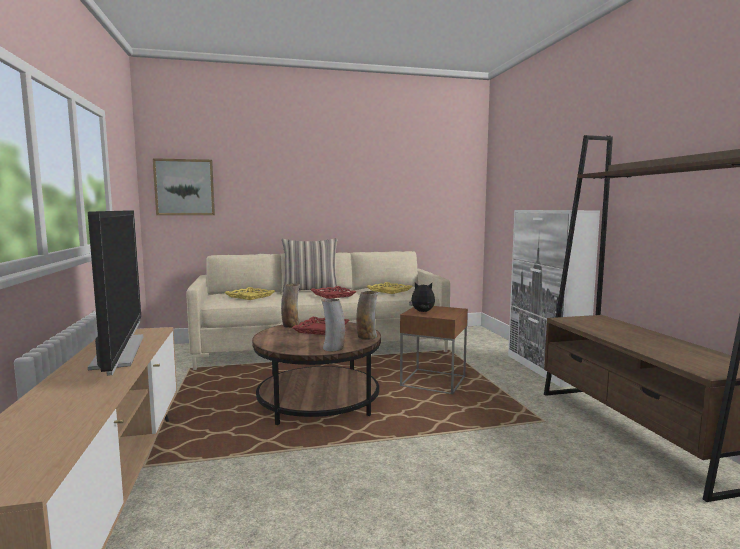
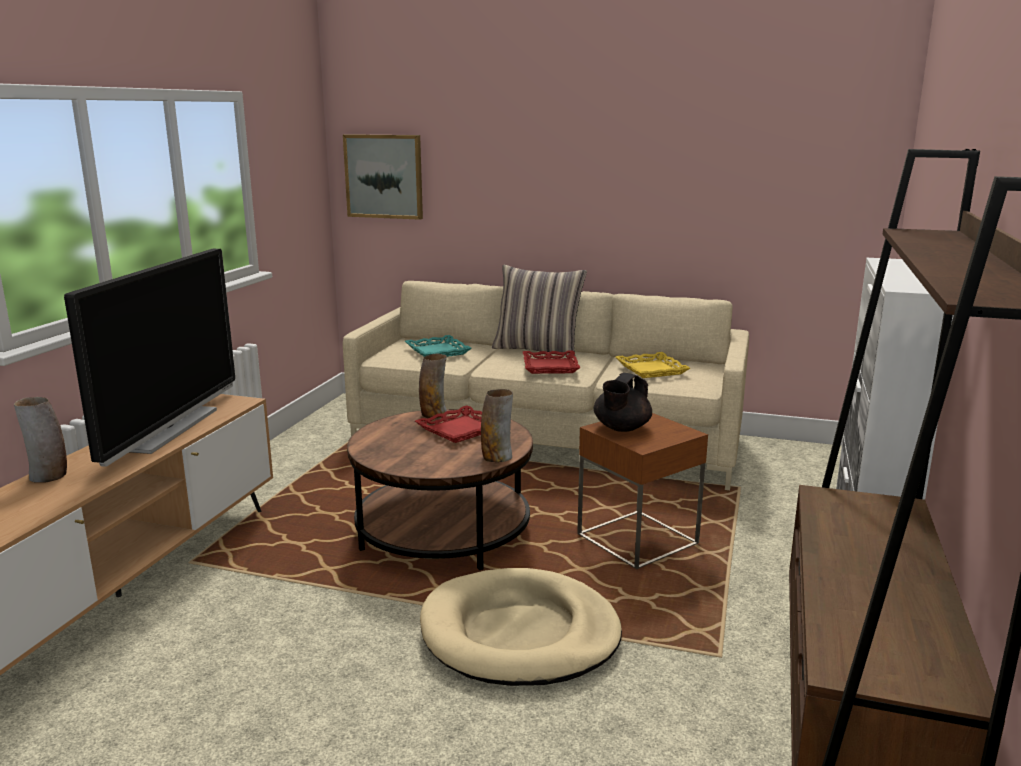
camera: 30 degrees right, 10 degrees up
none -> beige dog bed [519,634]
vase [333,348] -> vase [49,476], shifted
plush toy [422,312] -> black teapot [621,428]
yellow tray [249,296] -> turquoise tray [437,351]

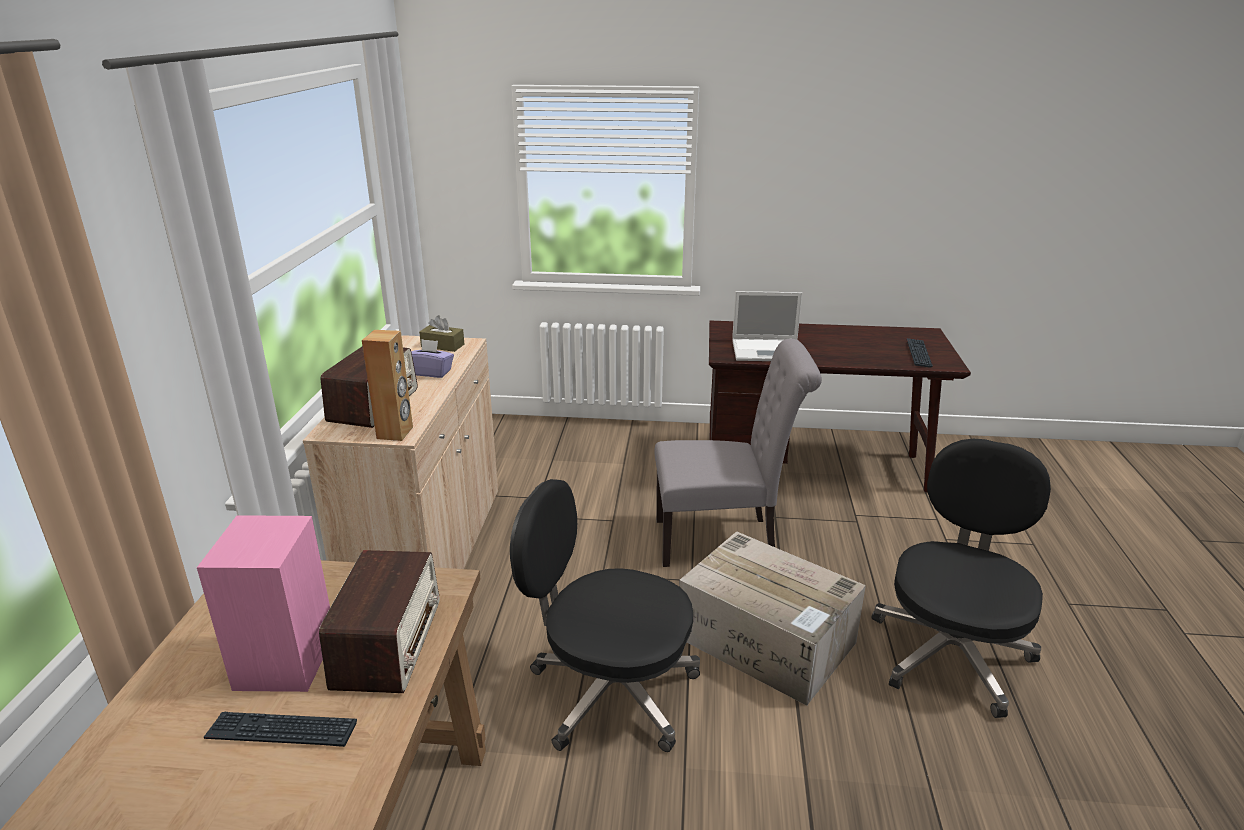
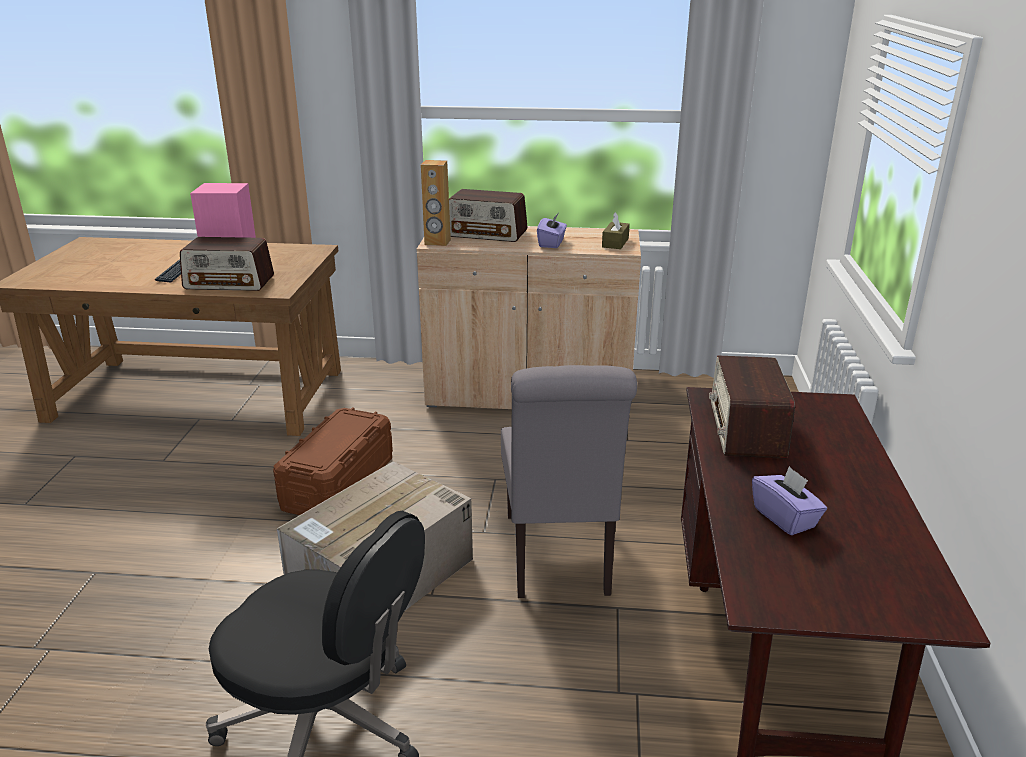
camera: 90 degrees right, 0 degrees up
keyboard [918,353] -> none
none -> purple tissue box [785,518]
black office chair [610,691] -> brown storage box [339,484]
laptop [768,351] -> radio [746,429]

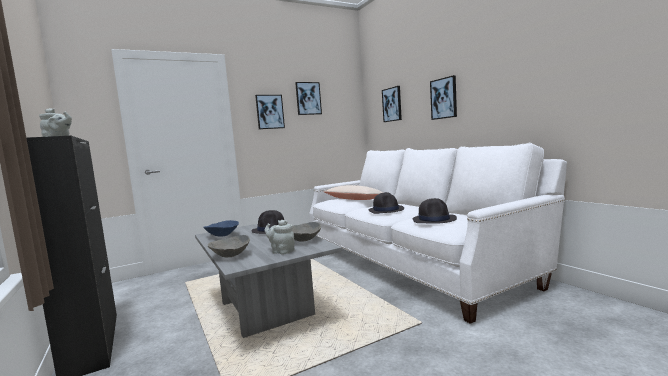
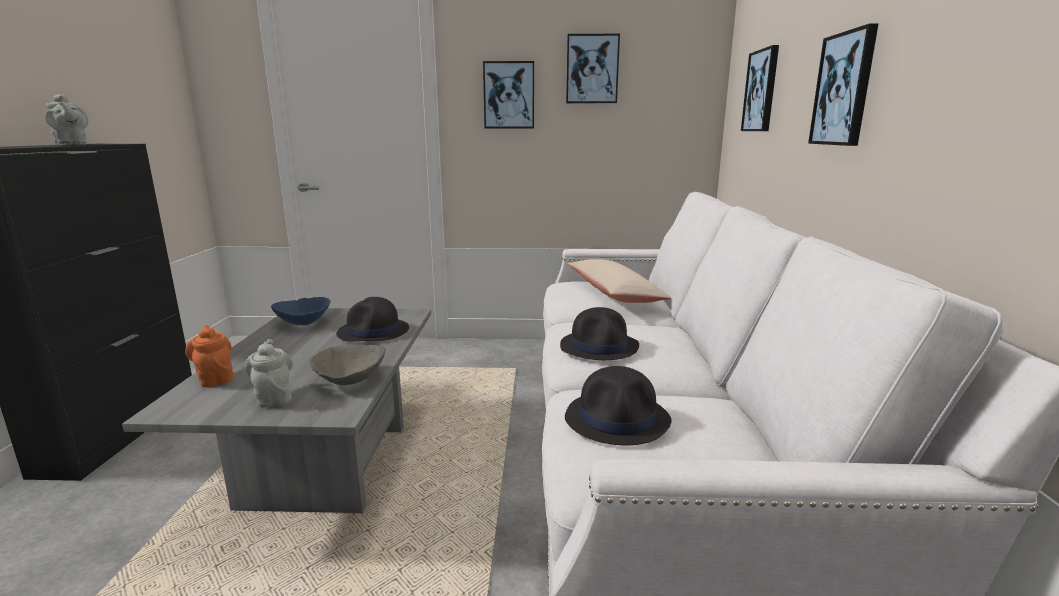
camera: 30 degrees right, 10 degrees up
grey bowl [231,255] -> orange teapot [215,378]

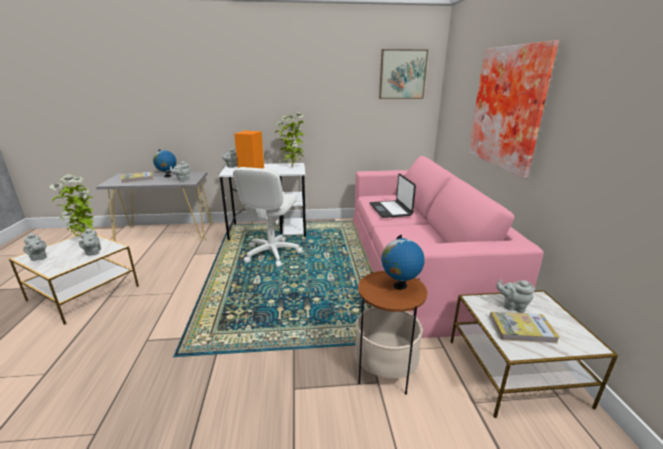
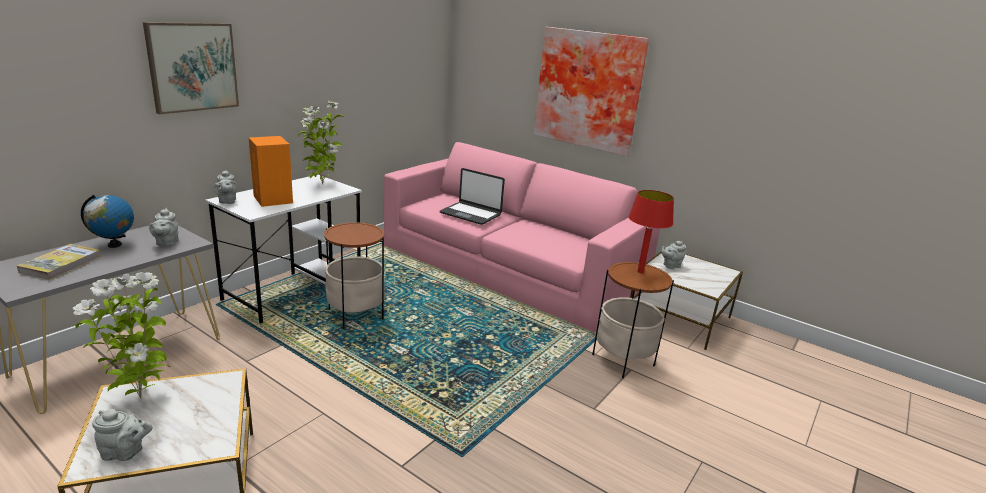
camera: 50 degrees left, 0 degrees up
grey teapot [93,252] -> none
book [521,329] -> none
picture [402,74] -> picture [193,67], shifted
white office chair [271,253] -> side table [355,315]
globe [399,286] -> red table lamp [640,272]

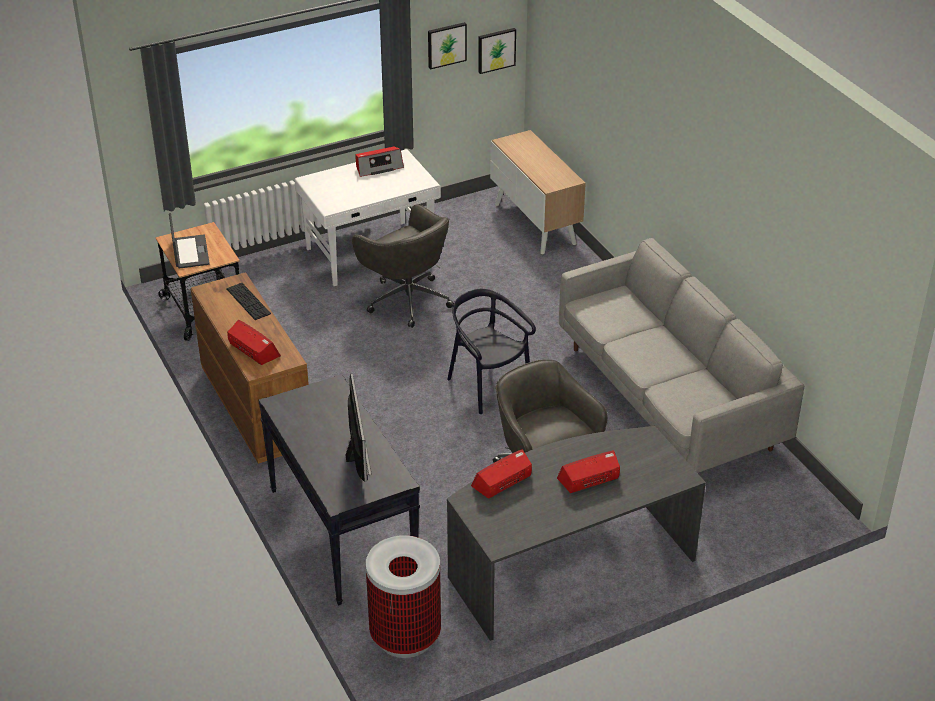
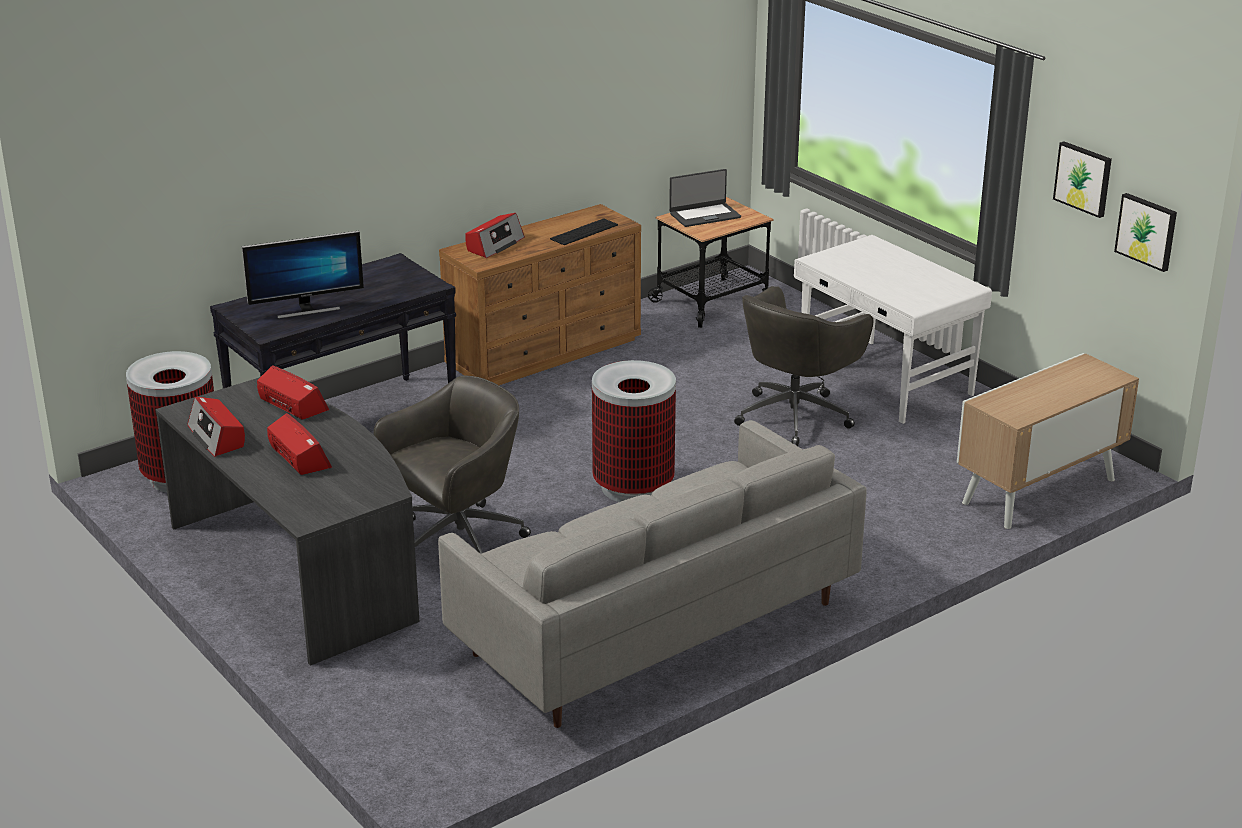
camera: 80 degrees right, 10 degrees down
radio [378,167] -> radio [217,437], shifted
black chair [487,386] -> trash can [634,487]

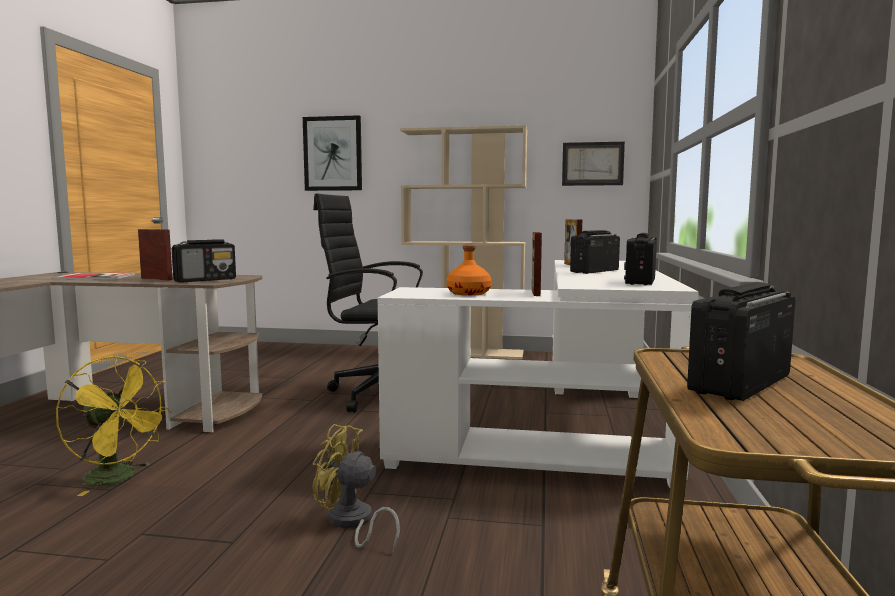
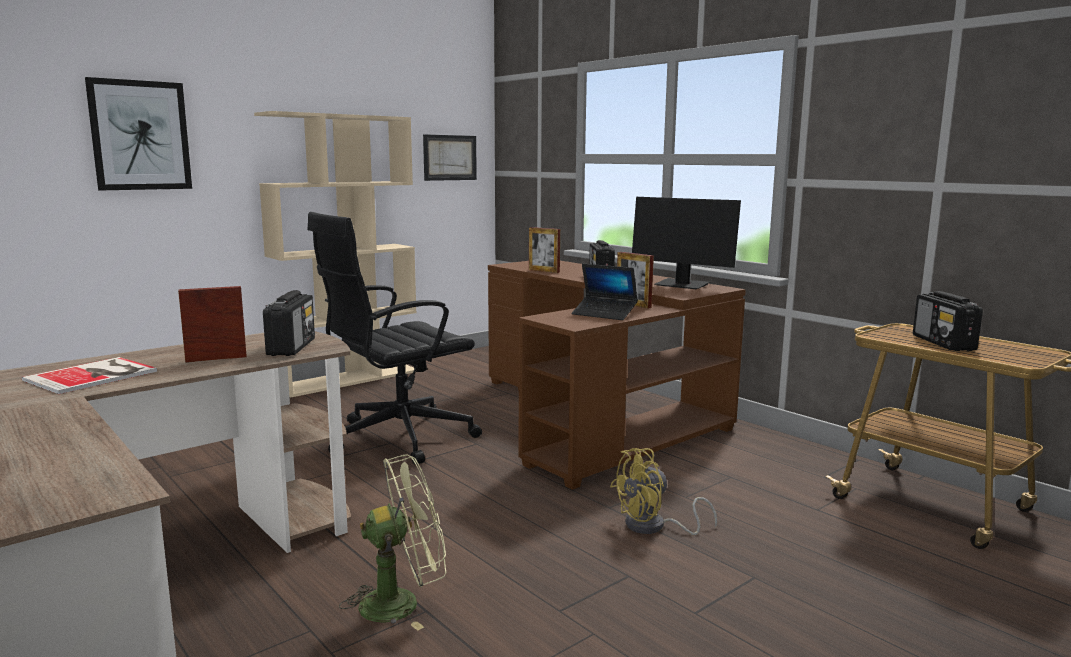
camera: 50 degrees left, 5 degrees up
orange bottle [469,293] -> laptop [604,314]
radio [640,282] -> monitor [682,285]
yellow fan [118,478] -> green fan [401,602]
white desk [571,429] -> brown desk [601,417]

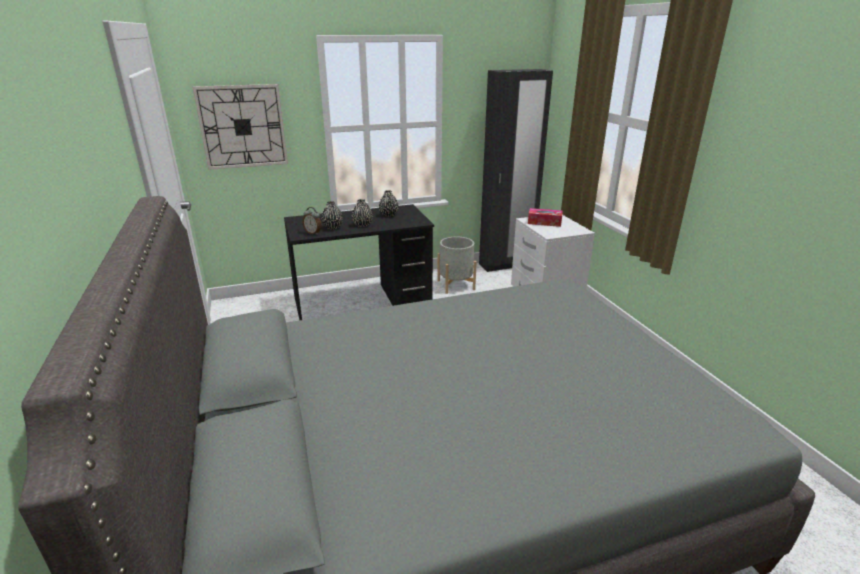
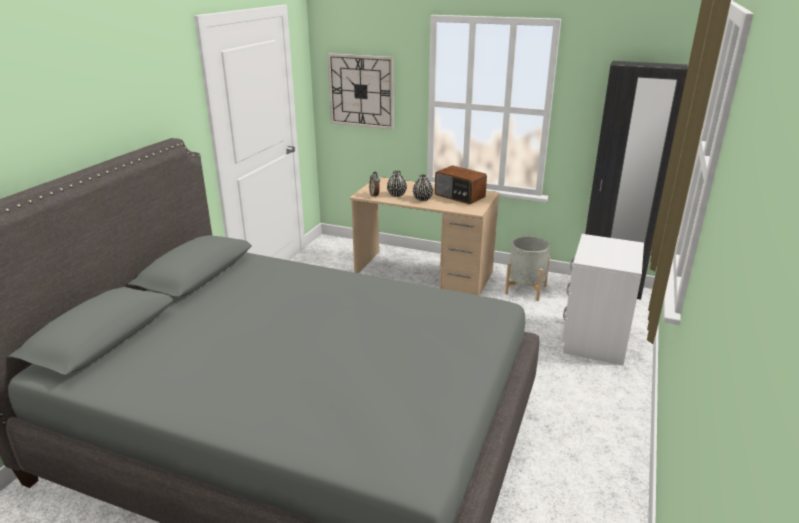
camera: 40 degrees right, 0 degrees up
tissue box [544,222] -> none
black vase [389,214] -> radio [459,196]
black desk [362,301] -> beige desk [424,274]

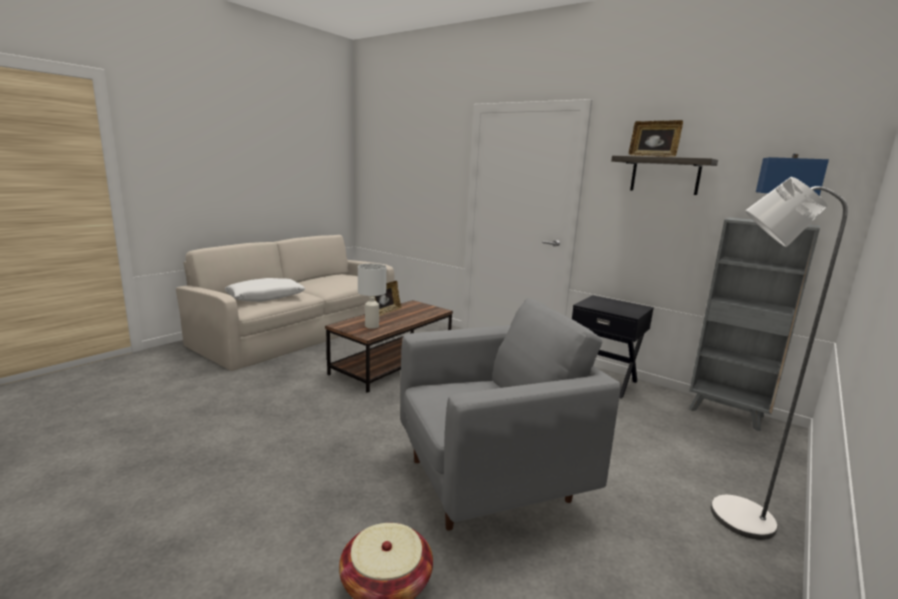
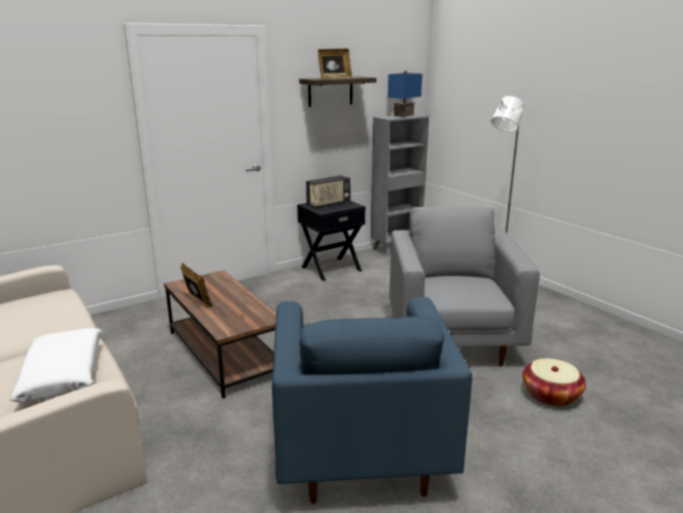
camera: 70 degrees left, 5 degrees up
white table lamp [372,326] -> none
none -> blue armchair [360,451]
none -> radio [328,203]

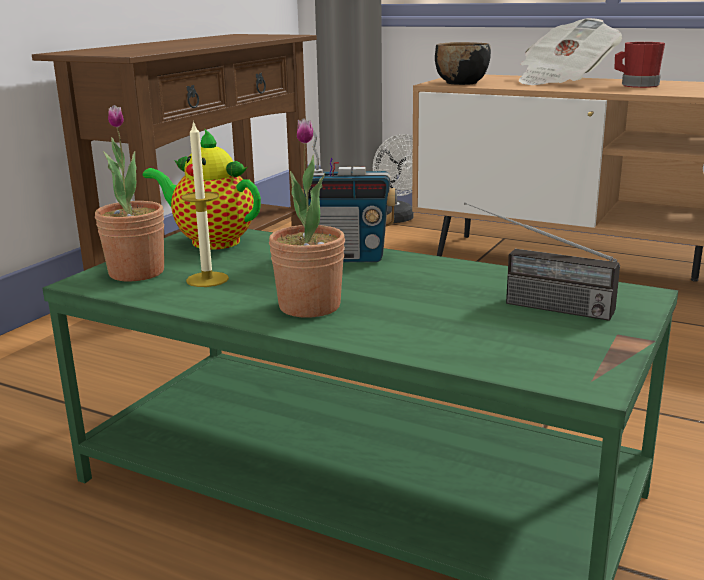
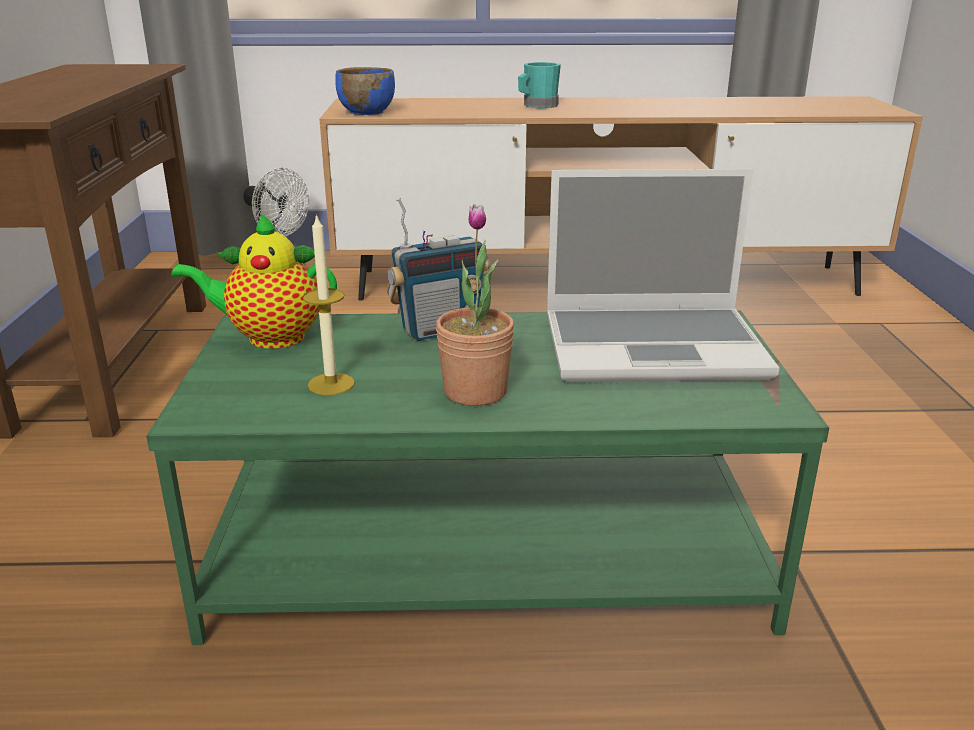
camera: 30 degrees left, 5 degrees up
potted plant [136,273] -> none
newspaper [563,81] -> none
radio [531,304] -> laptop [655,347]
black bowl [461,83] -> blue bowl [366,112]
red mug [635,85] -> turquoise mug [537,106]

